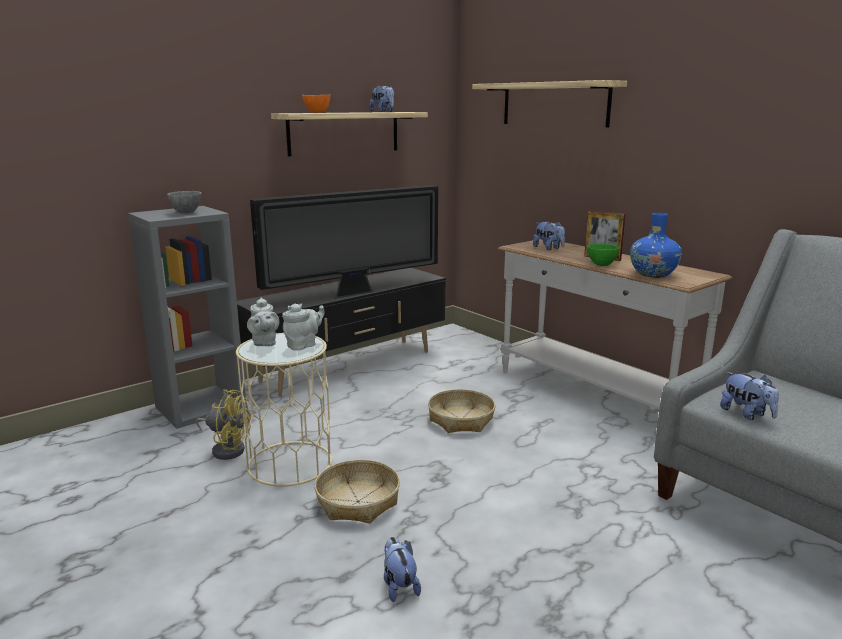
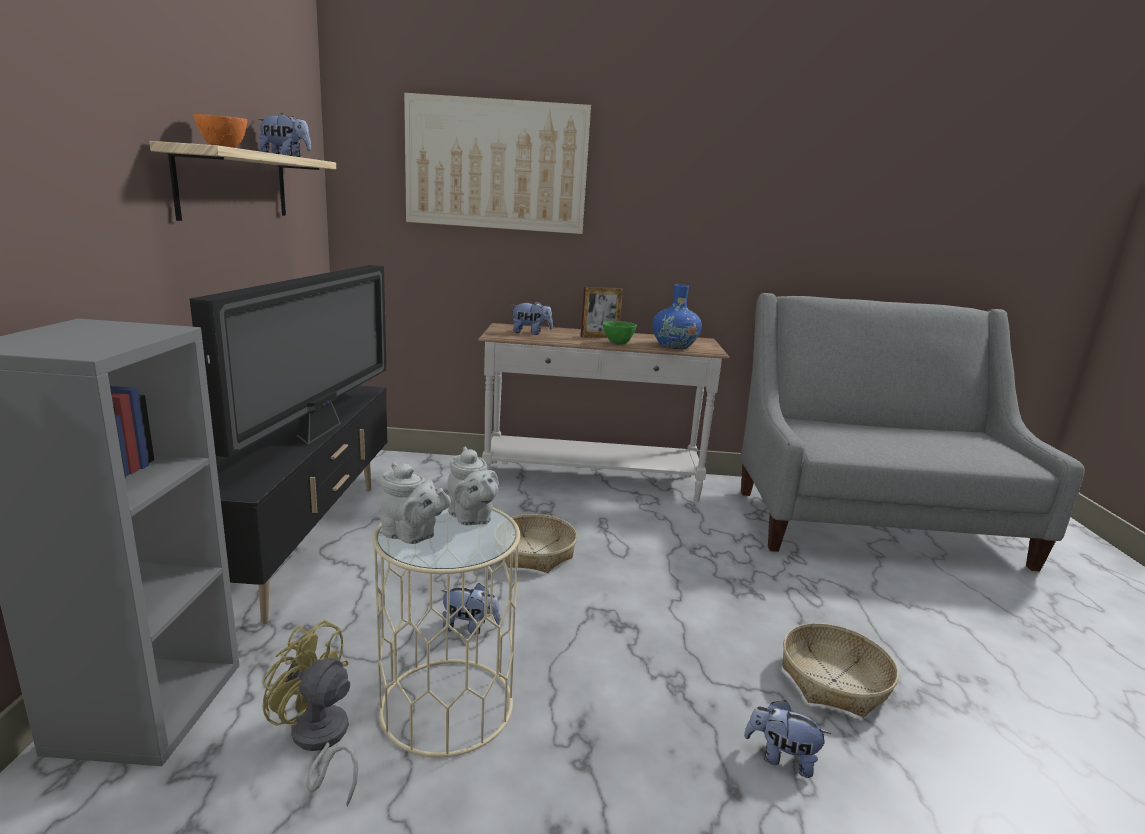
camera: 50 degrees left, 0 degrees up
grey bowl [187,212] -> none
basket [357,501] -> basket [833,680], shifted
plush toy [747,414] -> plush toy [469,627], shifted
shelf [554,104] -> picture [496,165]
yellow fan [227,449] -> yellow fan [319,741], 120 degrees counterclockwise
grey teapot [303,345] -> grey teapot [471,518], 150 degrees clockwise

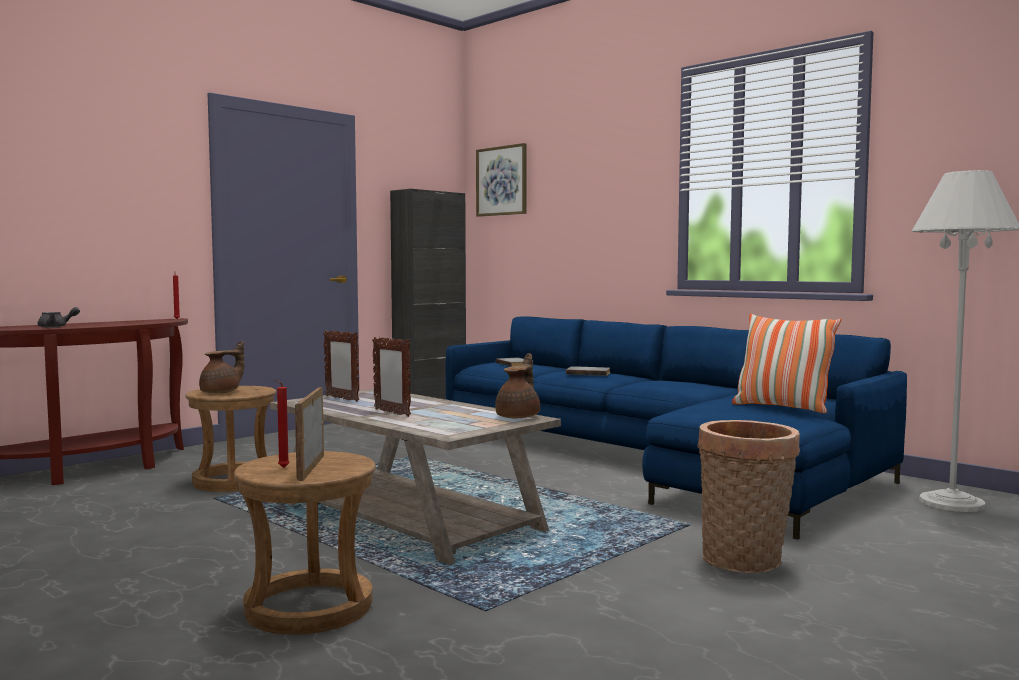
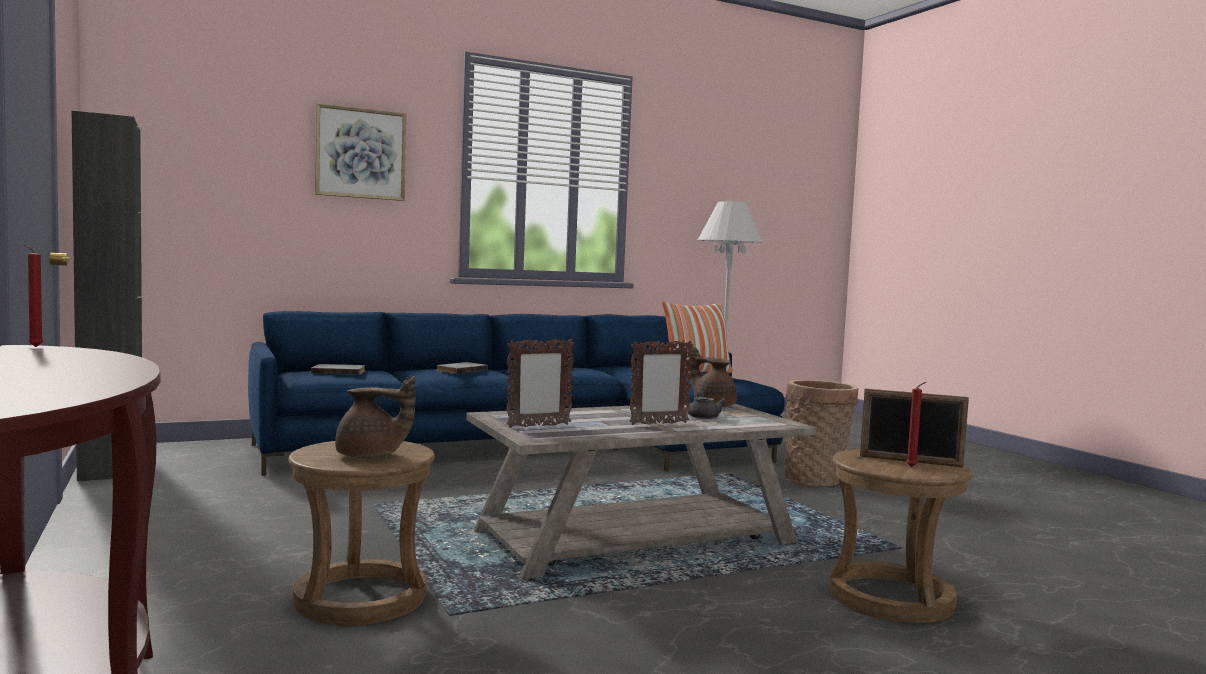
camera: 70 degrees left, 0 degrees up
grey teapot [56,327] -> grey teapot [703,416], shifted
picture [502,181] -> picture [360,153], shifted
brown teapot [222,392] -> brown teapot [371,456], 120 degrees clockwise

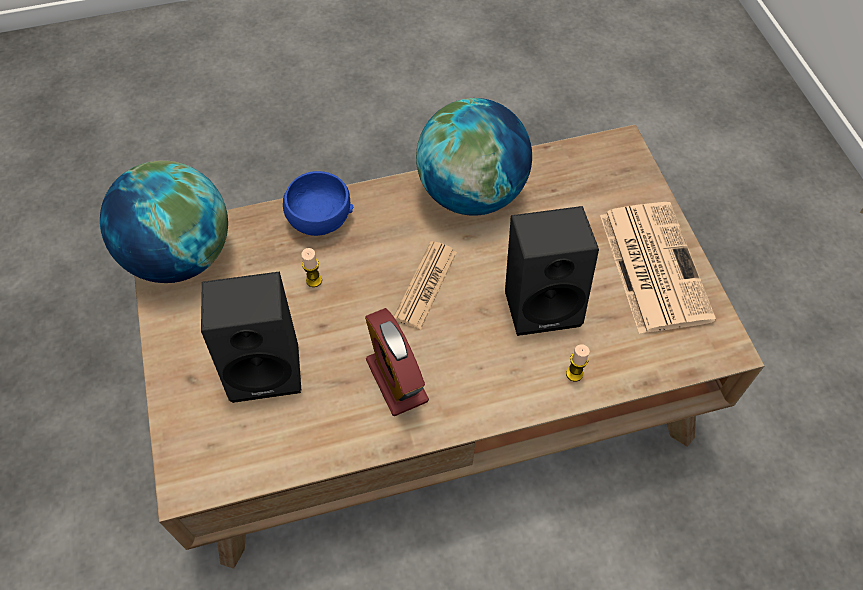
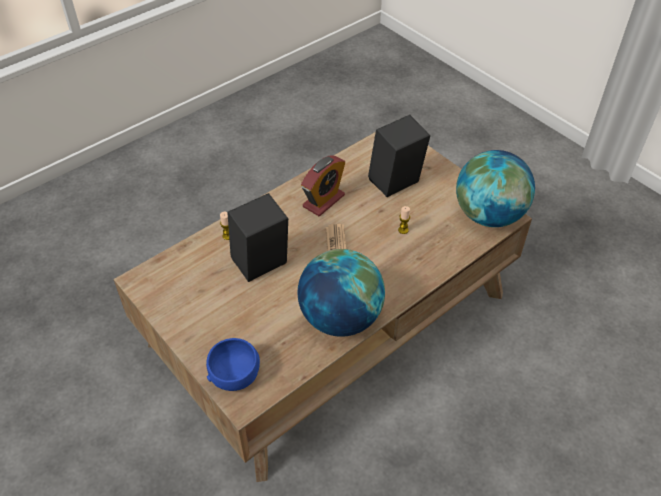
camera: 155 degrees right, 10 degrees down
newspaper [652,265] -> none
blue bowl [319,218] -> blue bowl [235,374], shifted
alarm clock [396,380] -> alarm clock [323,201], 90 degrees clockwise

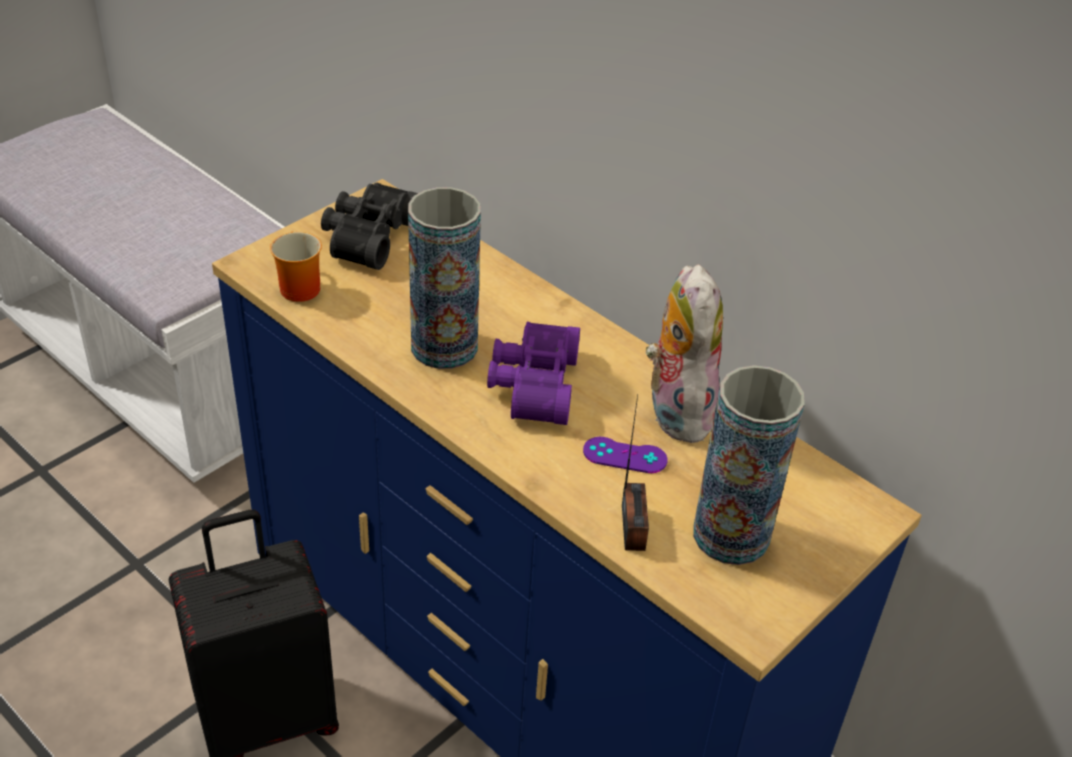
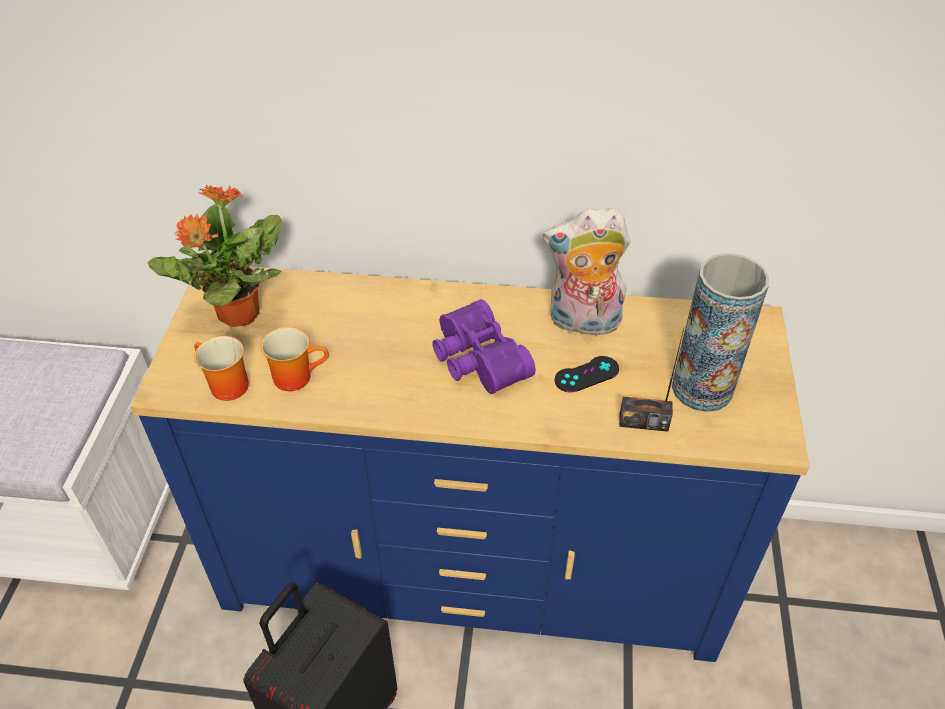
camera: 35 degrees left, 5 degrees up
vase [444,346] -> none
none -> mug [297,375]
black binoculars [367,236] -> potted plant [237,314]
purple game controller [625,455] -> black game controller [586,374]
radio [632,527] -> radio [643,422], 135 degrees clockwise
plush toy [675,410] -> plush toy [582,323], 45 degrees counterclockwise

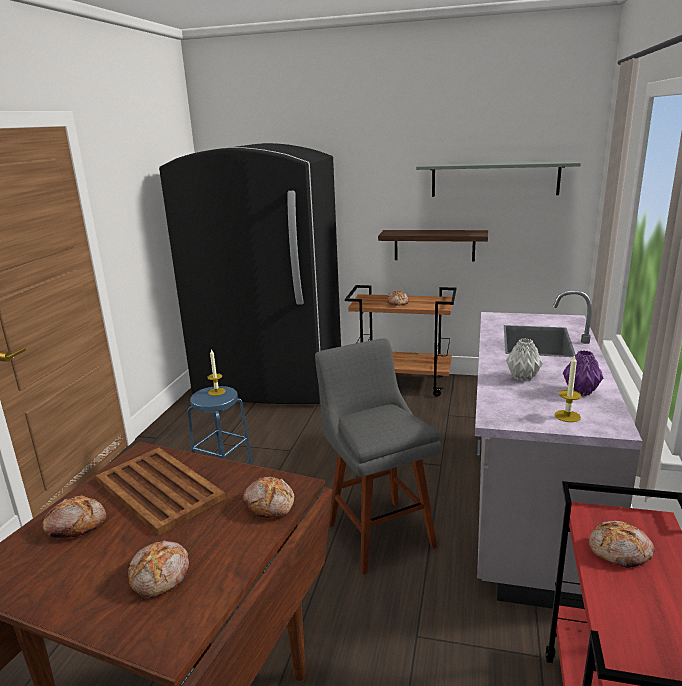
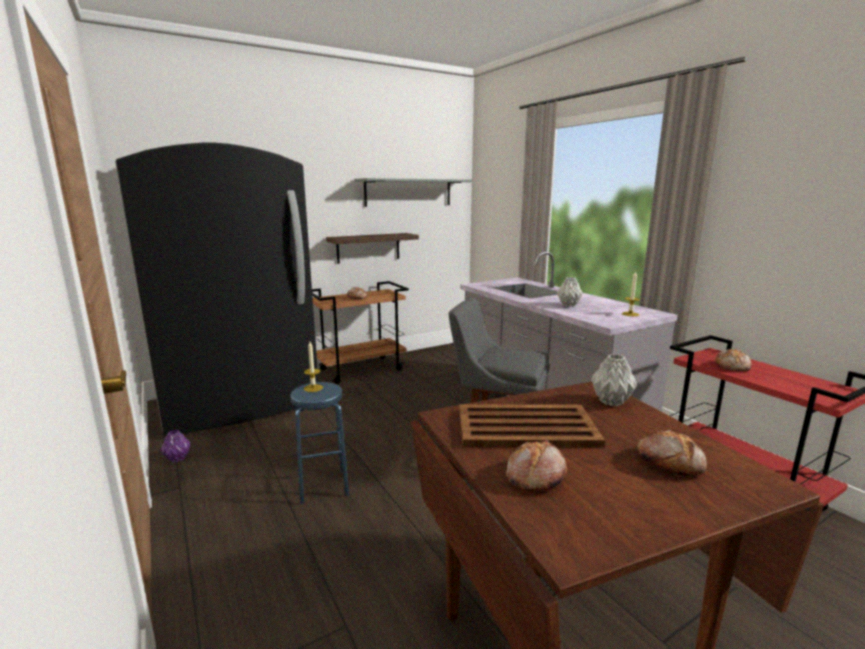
camera: 45 degrees left, 5 degrees down
purple vase [580,392] -> purple vase [177,459], shifted
bread [270,504] -> grey vase [611,401]

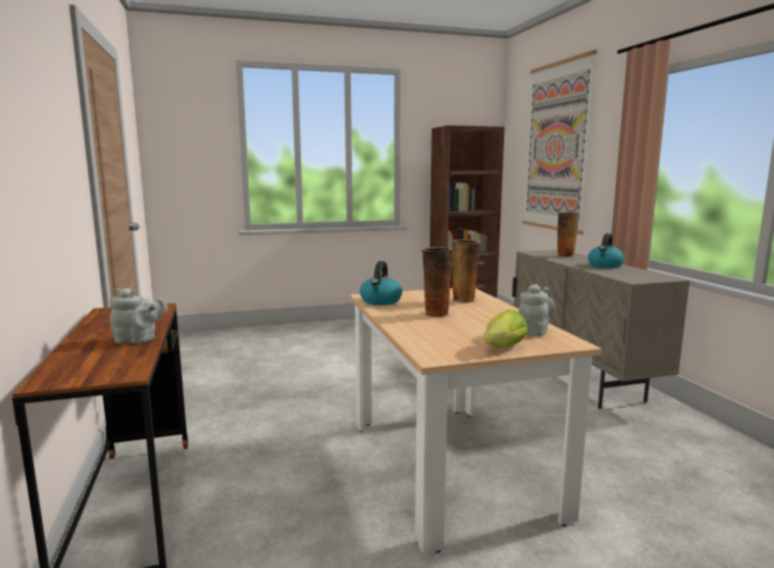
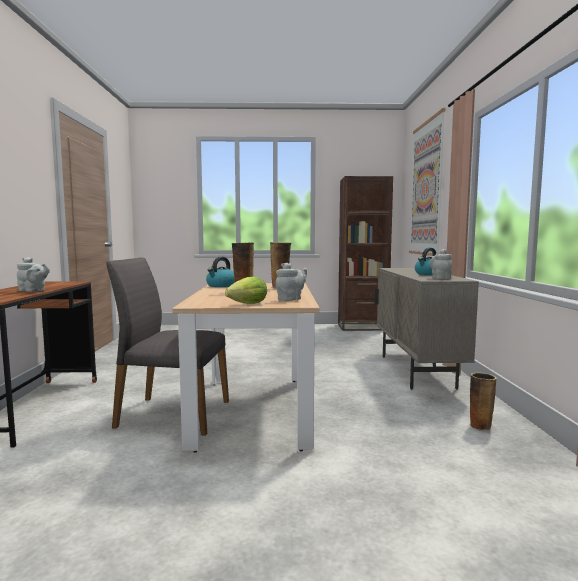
camera: 15 degrees right, 5 degrees down
none -> grey chair [172,414]
none -> grey teapot [440,278]
vase [565,256] -> vase [480,426], shifted

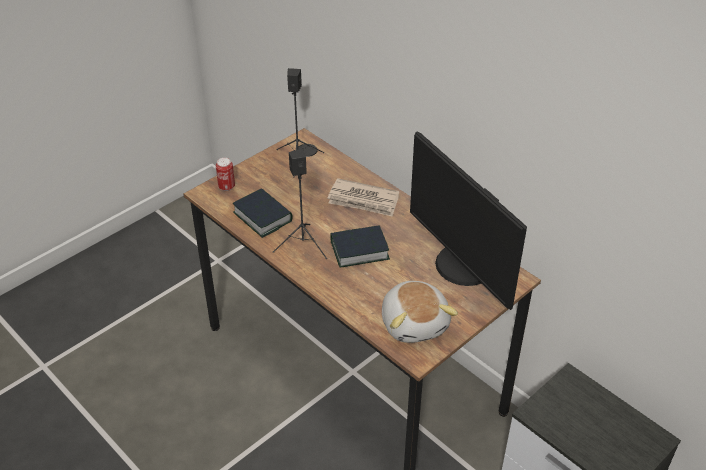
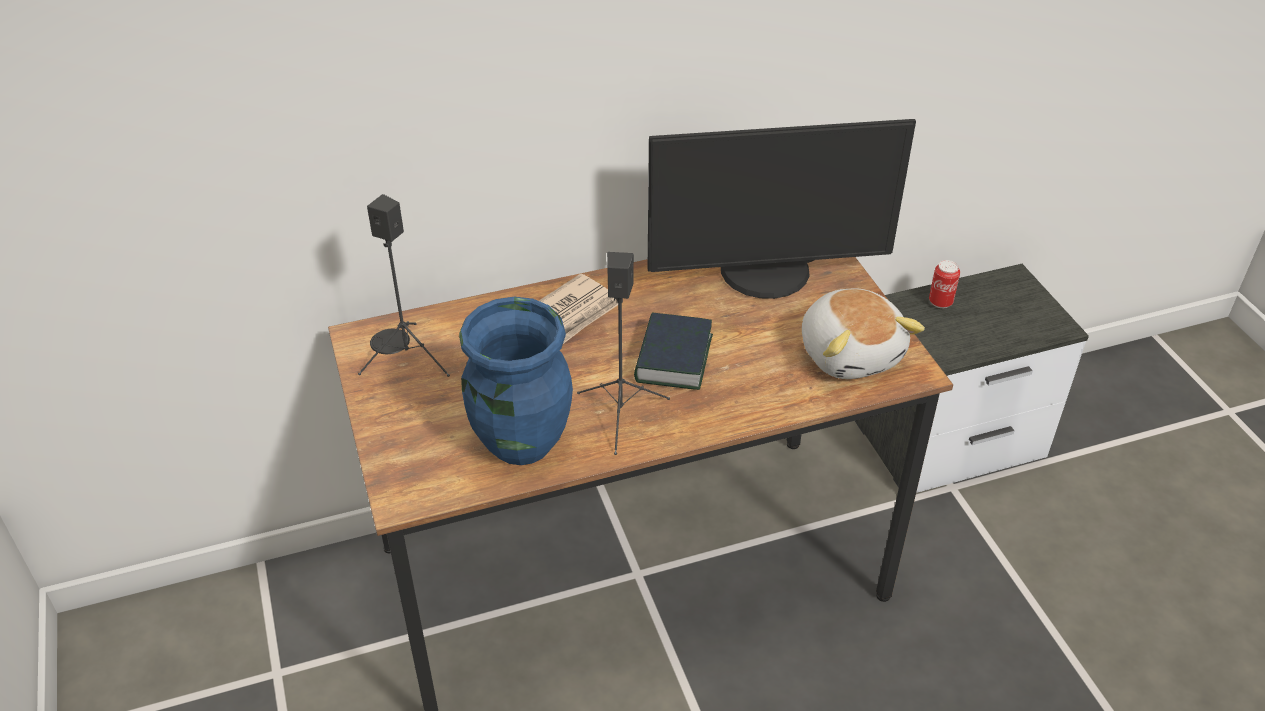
camera: 65 degrees left, 0 degrees up
can [226,187] -> can [940,302], shifted
book [262,217] -> blue vase [521,442]
plush toy [415,323] -> plush toy [851,353], 60 degrees clockwise

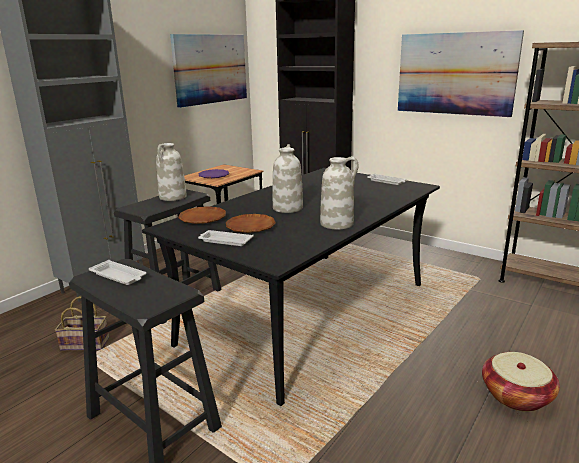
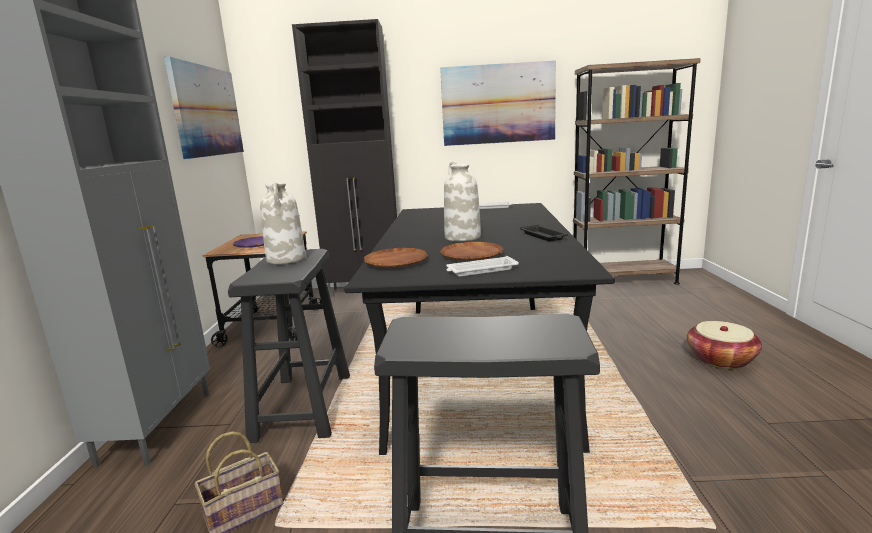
camera: 35 degrees left, 5 degrees down
white tray [119,276] -> none
white vase [337,223] -> black tray [543,236]

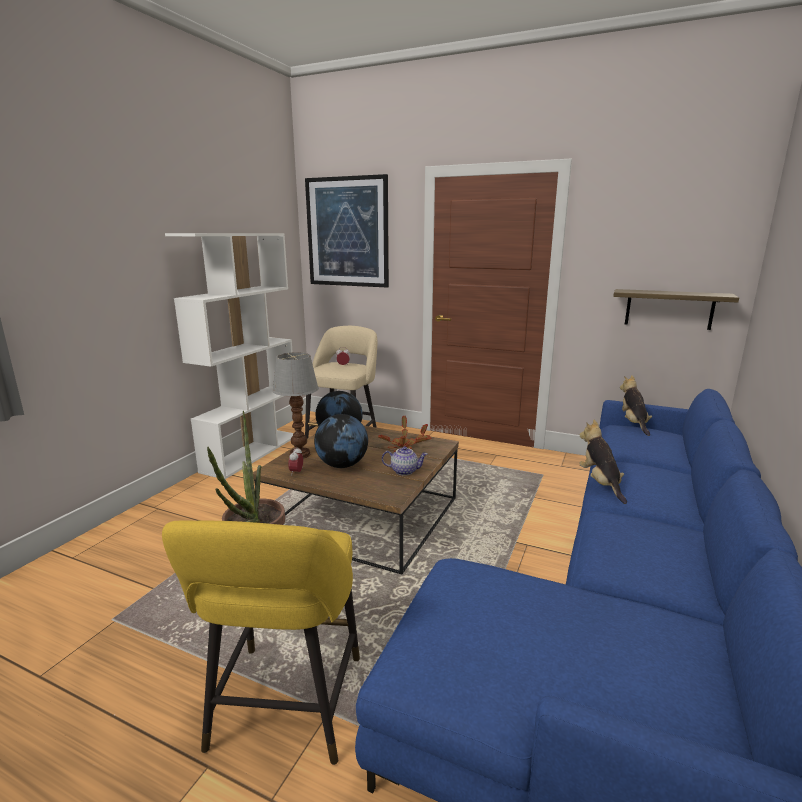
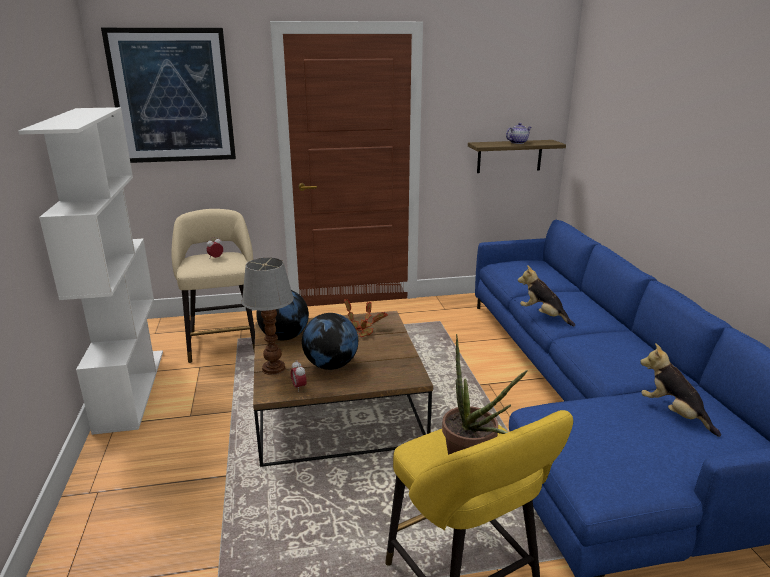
camera: 35 degrees left, 5 degrees up
teapot [404,471] -> teapot [517,142], shifted
plush toy [633,424] -> plush toy [673,413], shifted

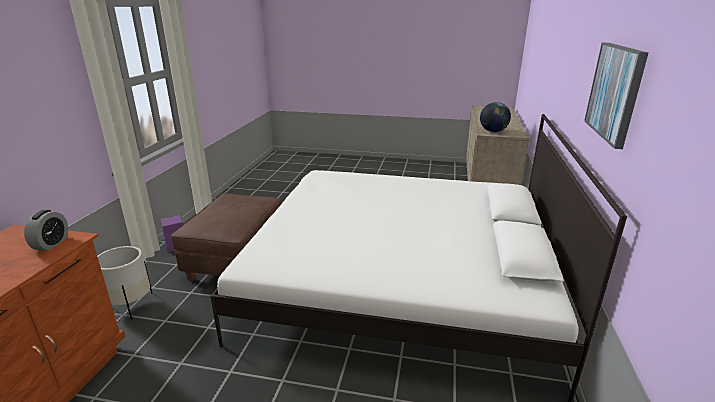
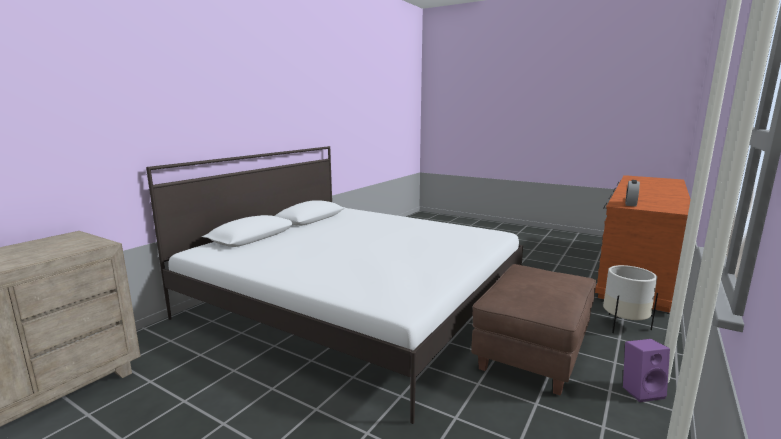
camera: 160 degrees left, 10 degrees down
globe [493,131] -> none
picture [615,92] -> none

